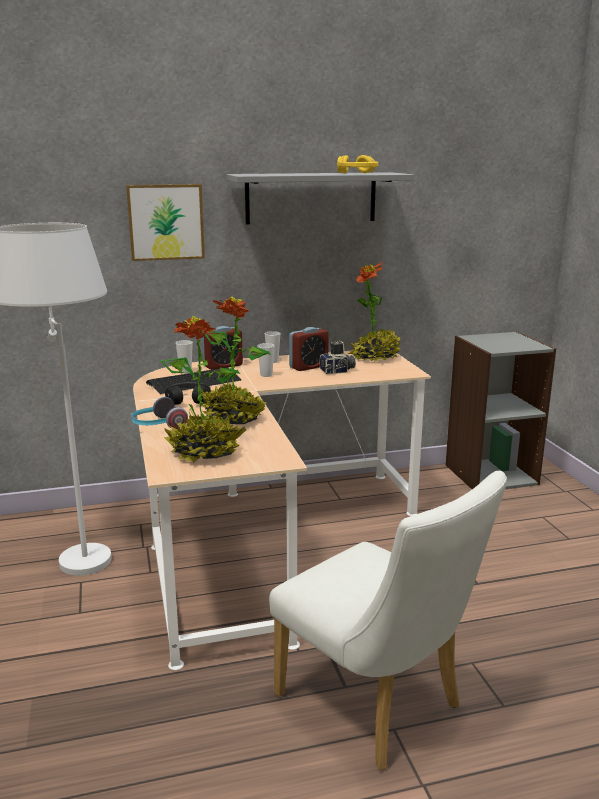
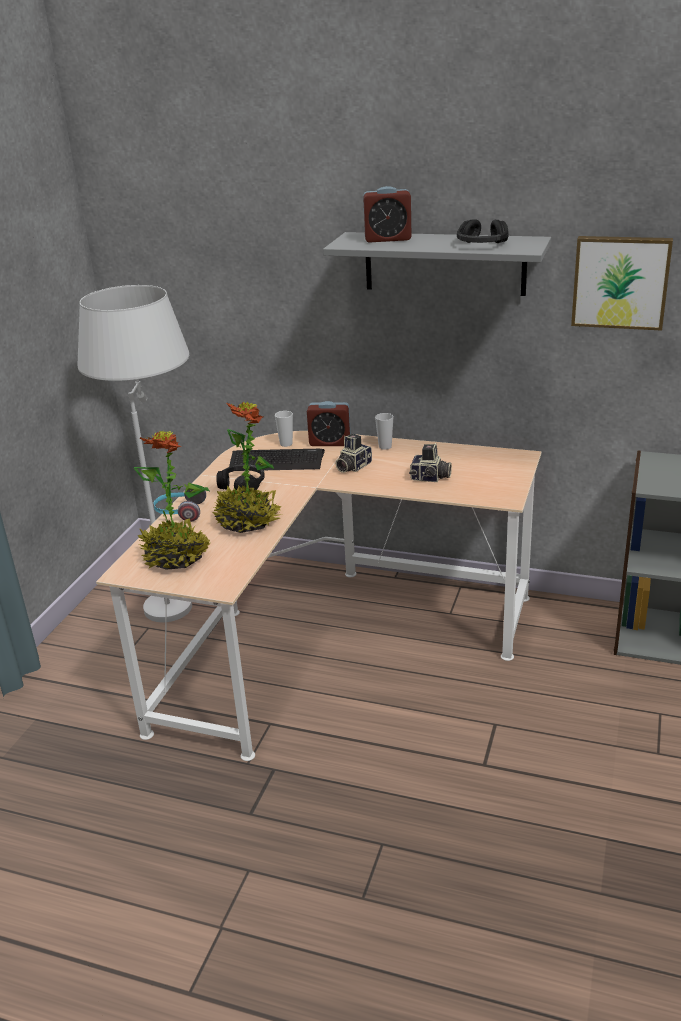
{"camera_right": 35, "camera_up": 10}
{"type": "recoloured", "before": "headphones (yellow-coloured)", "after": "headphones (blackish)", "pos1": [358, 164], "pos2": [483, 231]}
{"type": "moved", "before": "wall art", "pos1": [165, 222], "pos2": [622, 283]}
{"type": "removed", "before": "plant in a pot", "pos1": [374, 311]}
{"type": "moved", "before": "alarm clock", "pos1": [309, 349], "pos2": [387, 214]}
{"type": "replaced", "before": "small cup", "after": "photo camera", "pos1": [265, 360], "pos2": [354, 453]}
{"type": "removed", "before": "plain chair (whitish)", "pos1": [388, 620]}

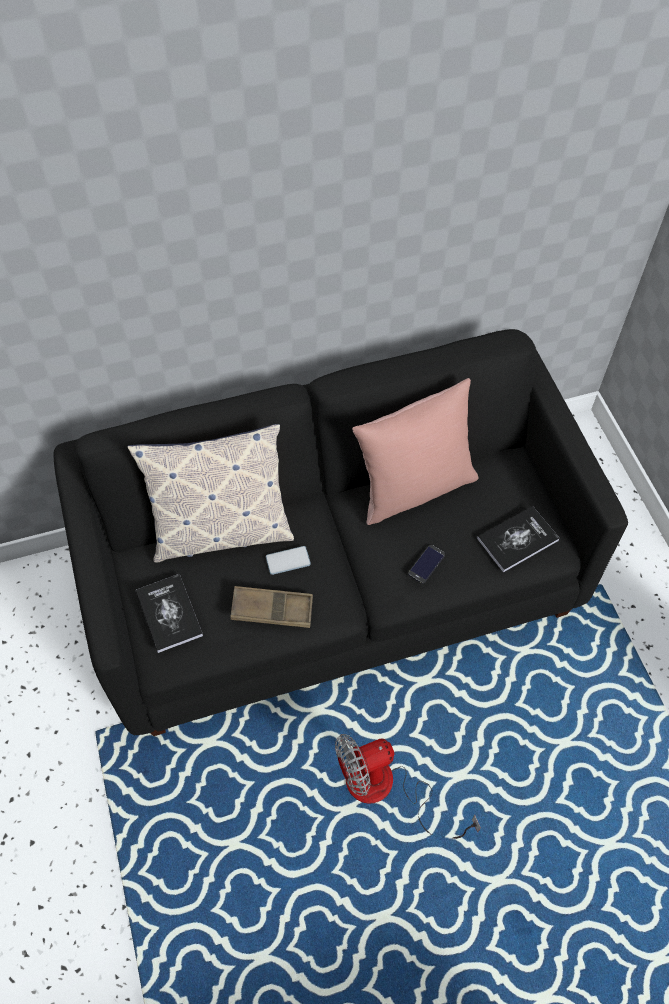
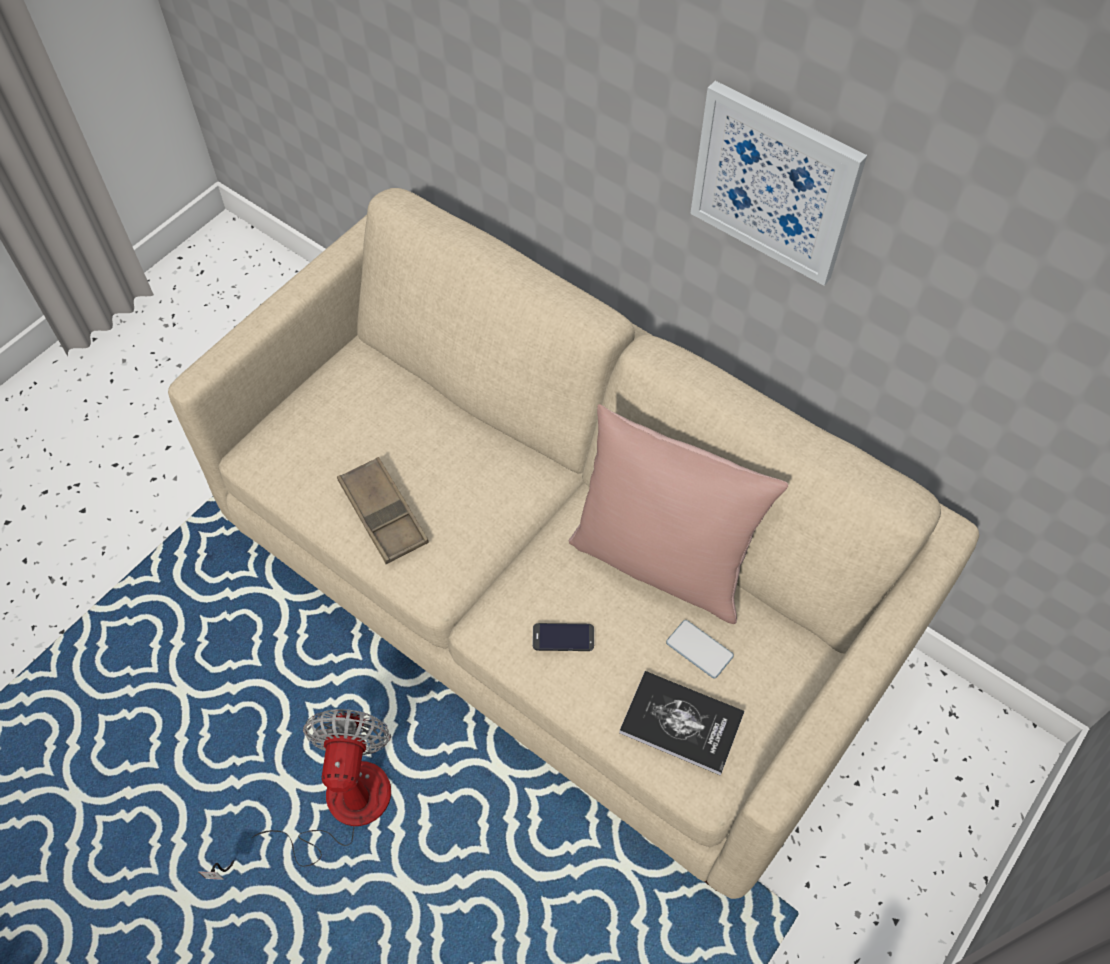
{"camera_right": 55, "camera_up": 0}
{"type": "recoloured", "before": "settee (blackish)", "after": "settee (sand-coloured)", "pos1": [340, 532], "pos2": [573, 543]}
{"type": "removed", "before": "pillow", "pos1": [210, 493]}
{"type": "moved", "before": "handset", "pos1": [288, 560], "pos2": [700, 649]}
{"type": "removed", "before": "book", "pos1": [169, 613]}
{"type": "turned", "before": "fan", "pos1": [408, 786], "pos2": [295, 794], "turn": 60}
{"type": "added", "after": "wall art", "pos2": [778, 183]}

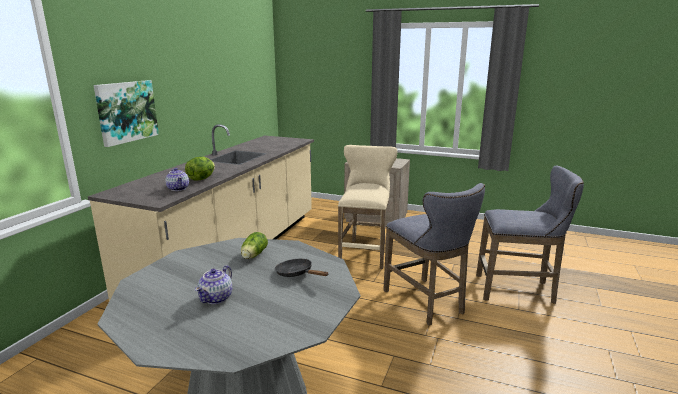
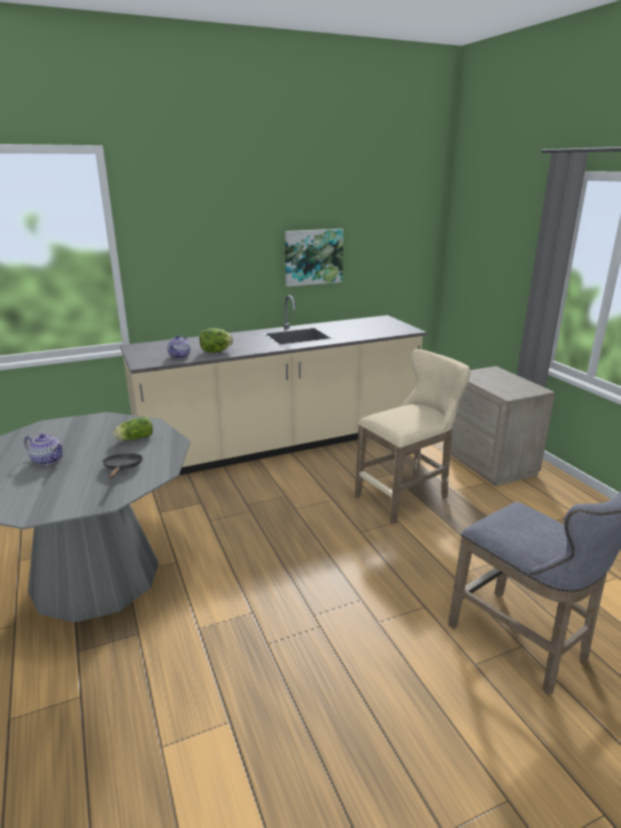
{"camera_right": 45, "camera_up": 5}
{"type": "moved", "before": "wall art", "pos1": [126, 113], "pos2": [314, 258]}
{"type": "removed", "before": "stool seat (greyish)", "pos1": [434, 254]}
{"type": "turned", "before": "pot for tea", "pos1": [214, 284], "pos2": [44, 449], "turn": -135}

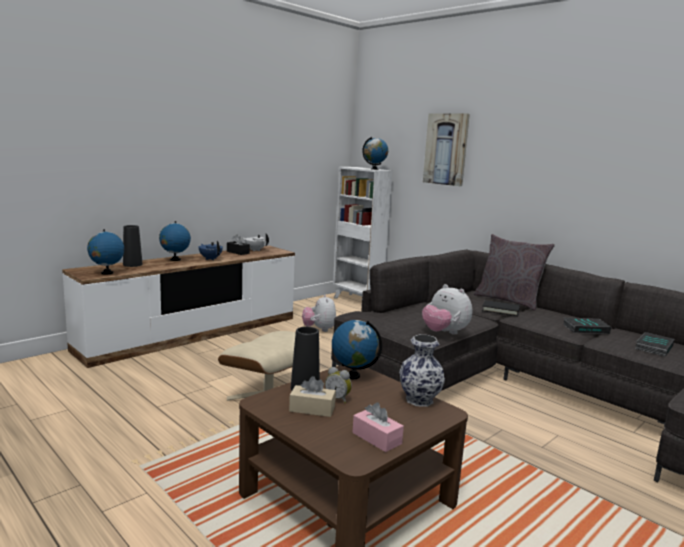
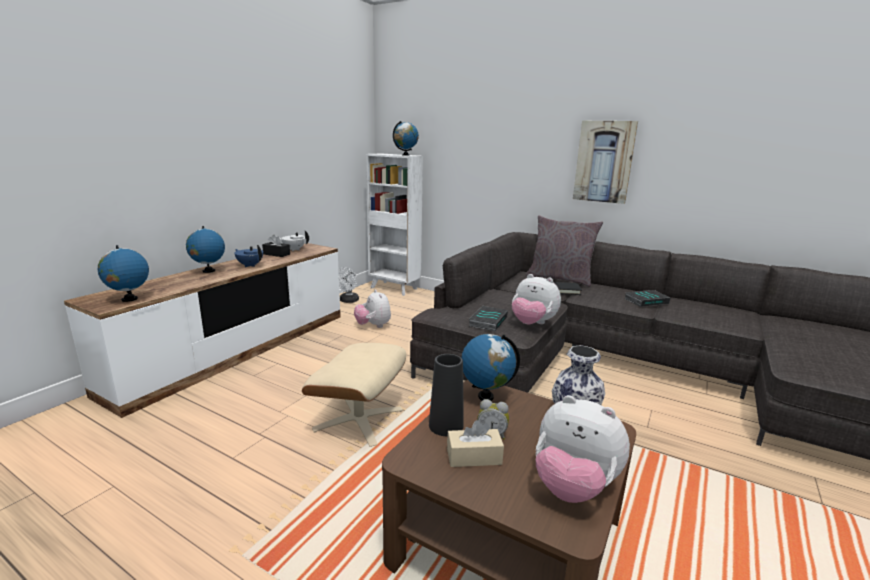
{"camera_right": -15, "camera_up": 5}
{"type": "moved", "before": "wall art", "pos1": [446, 149], "pos2": [605, 162]}
{"type": "removed", "before": "vase (blackish)", "pos1": [133, 246]}
{"type": "moved", "before": "book", "pos1": [655, 344], "pos2": [488, 318]}
{"type": "replaced", "before": "tissue holder (pink)", "after": "plush toy", "pos1": [378, 427], "pos2": [583, 449]}
{"type": "added", "after": "fan (whitish)", "pos2": [348, 285]}

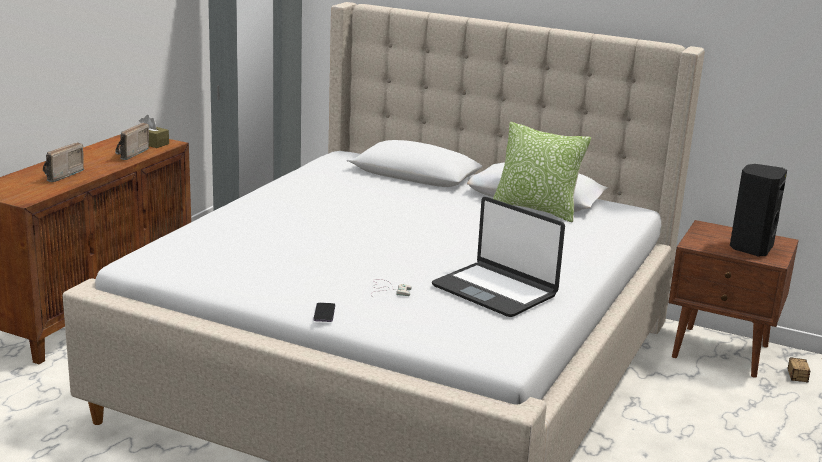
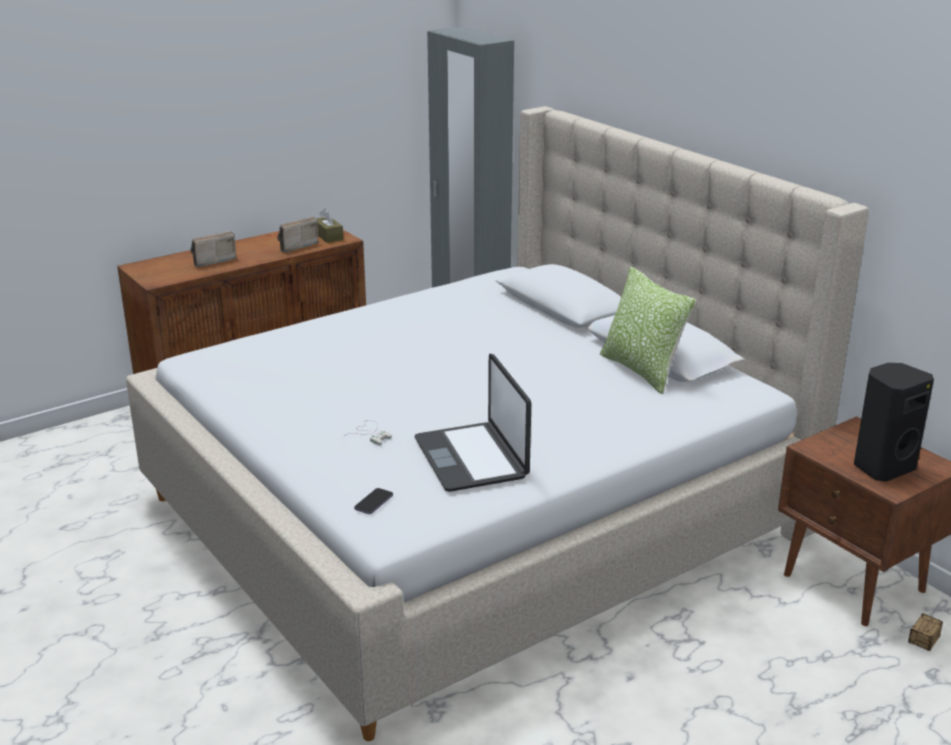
{"camera_right": 30, "camera_up": 5}
{"type": "moved", "before": "handset", "pos1": [324, 312], "pos2": [373, 501]}

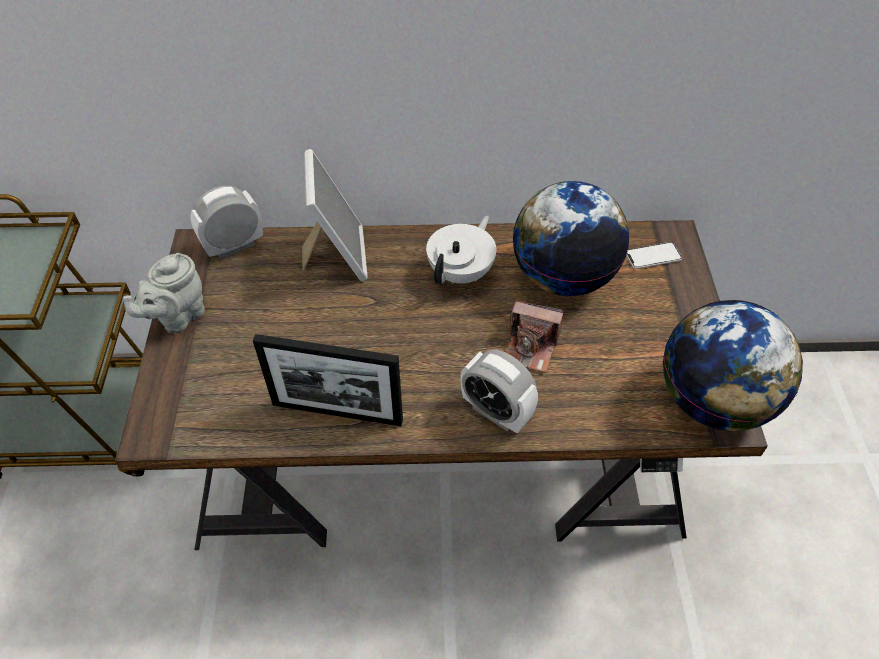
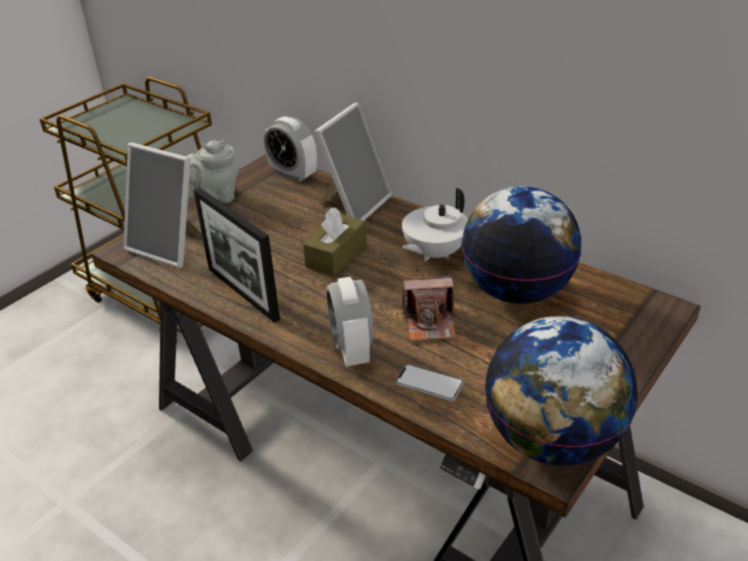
{"camera_right": 40, "camera_up": -15}
{"type": "turned", "before": "alarm clock", "pos1": [226, 222], "pos2": [290, 149], "turn": -150}
{"type": "turned", "before": "pot for tea (whitish)", "pos1": [461, 251], "pos2": [435, 224], "turn": 150}
{"type": "moved", "before": "handset", "pos1": [654, 255], "pos2": [429, 382]}
{"type": "turned", "before": "photo camera", "pos1": [534, 337], "pos2": [429, 308], "turn": -60}
{"type": "added", "after": "picture frame", "pos2": [162, 205]}
{"type": "added", "after": "tissue holder (brown-coloured)", "pos2": [335, 241]}

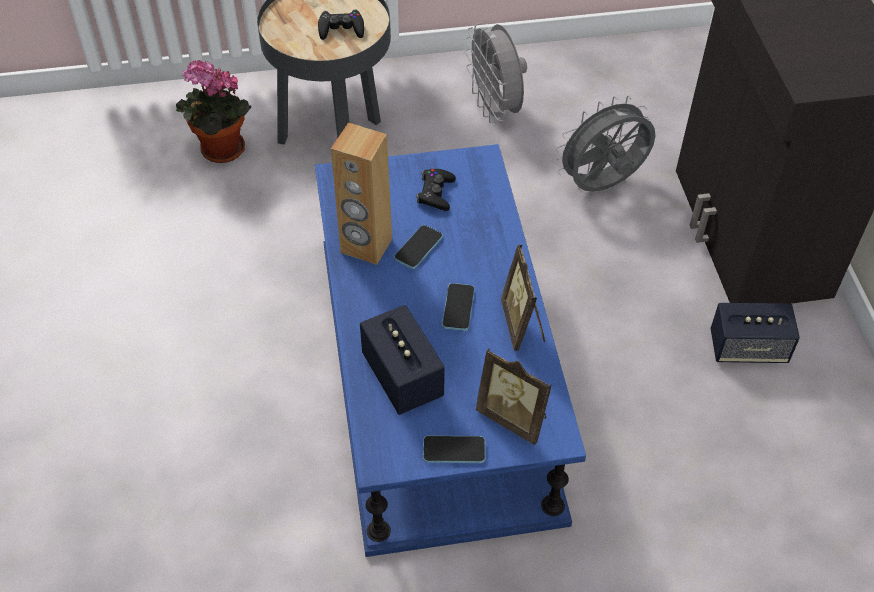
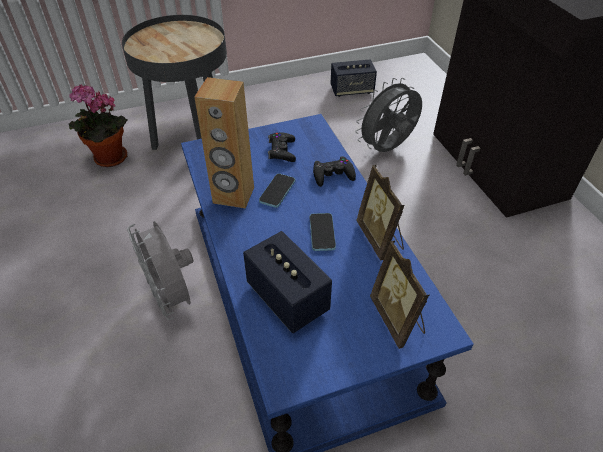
{"camera_right": -10, "camera_up": -5}
{"type": "moved", "before": "joypad (blackish)", "pos1": [341, 25], "pos2": [334, 171]}
{"type": "moved", "before": "fan (greyish)", "pos1": [495, 73], "pos2": [160, 270]}
{"type": "moved", "before": "loudspeaker", "pos1": [755, 333], "pos2": [353, 78]}
{"type": "turned", "before": "picture frame", "pos1": [514, 396], "pos2": [399, 294], "turn": 45}
{"type": "removed", "before": "handset", "pos1": [454, 449]}

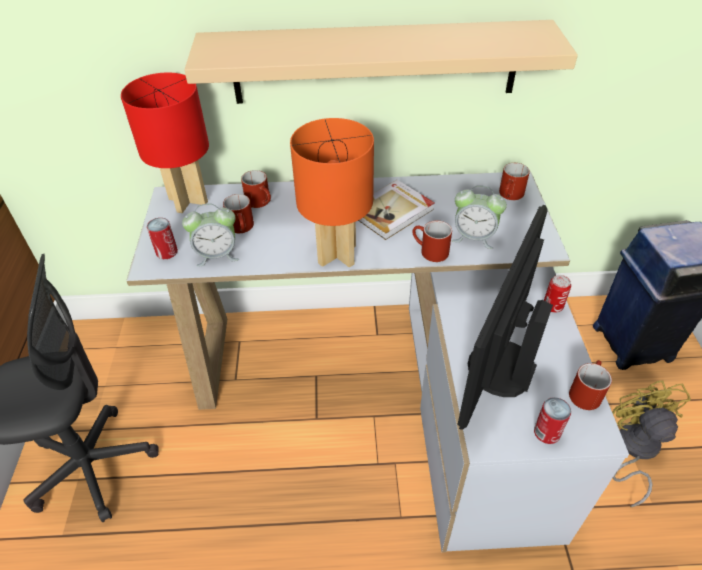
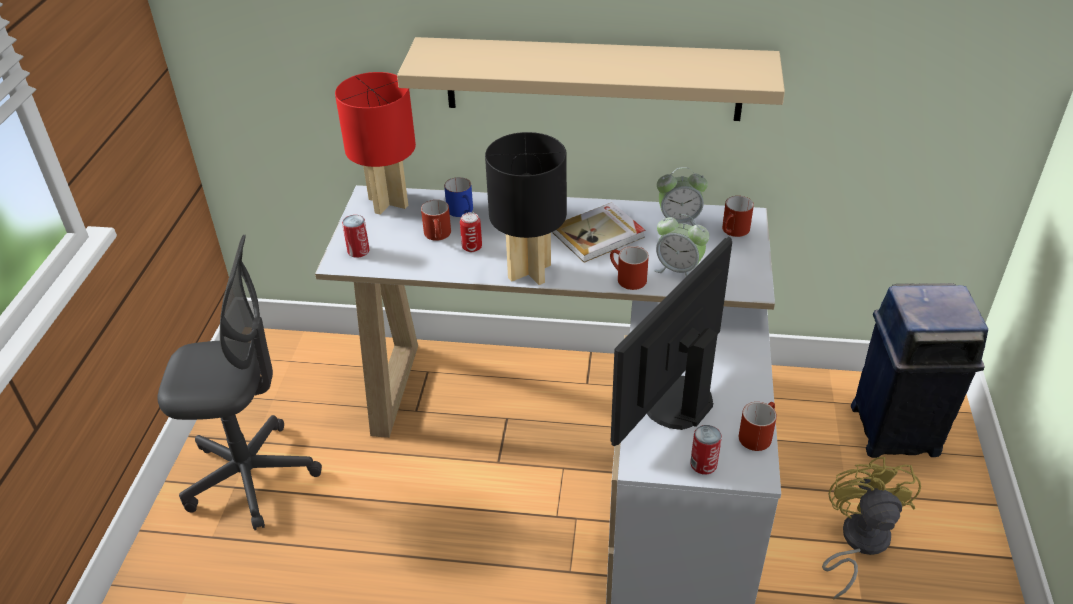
{"camera_right": 10, "camera_up": -5}
{"type": "recoloured", "before": "table lamp (orange)", "after": "table lamp (blackish)", "pos1": [332, 193], "pos2": [526, 208]}
{"type": "recoloured", "before": "tea mug (red)", "after": "tea mug (bluish)", "pos1": [256, 189], "pos2": [458, 197]}
{"type": "moved", "before": "alarm clock", "pos1": [210, 235], "pos2": [682, 196]}
{"type": "moved", "before": "metal can", "pos1": [557, 294], "pos2": [471, 232]}

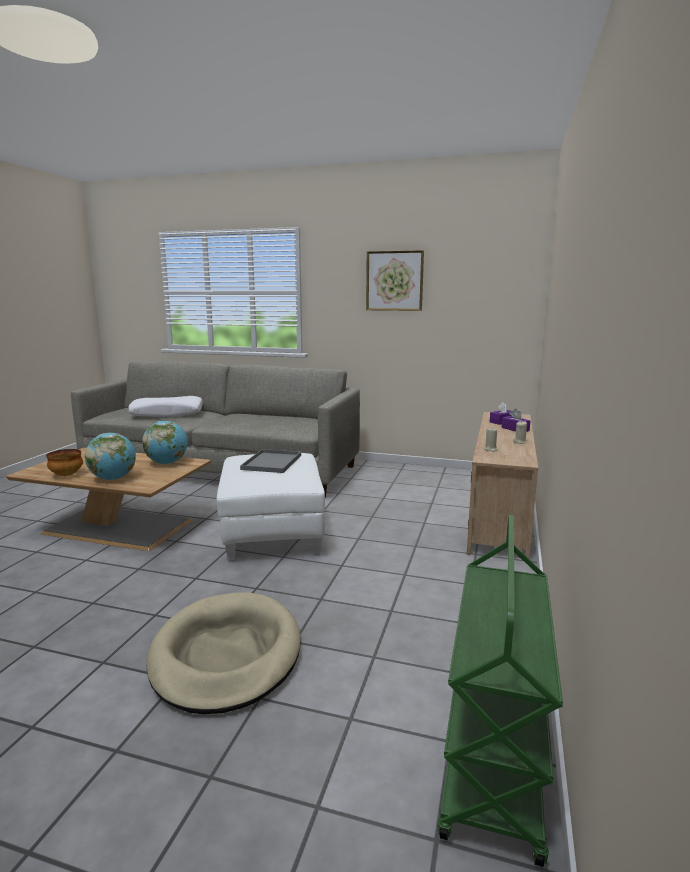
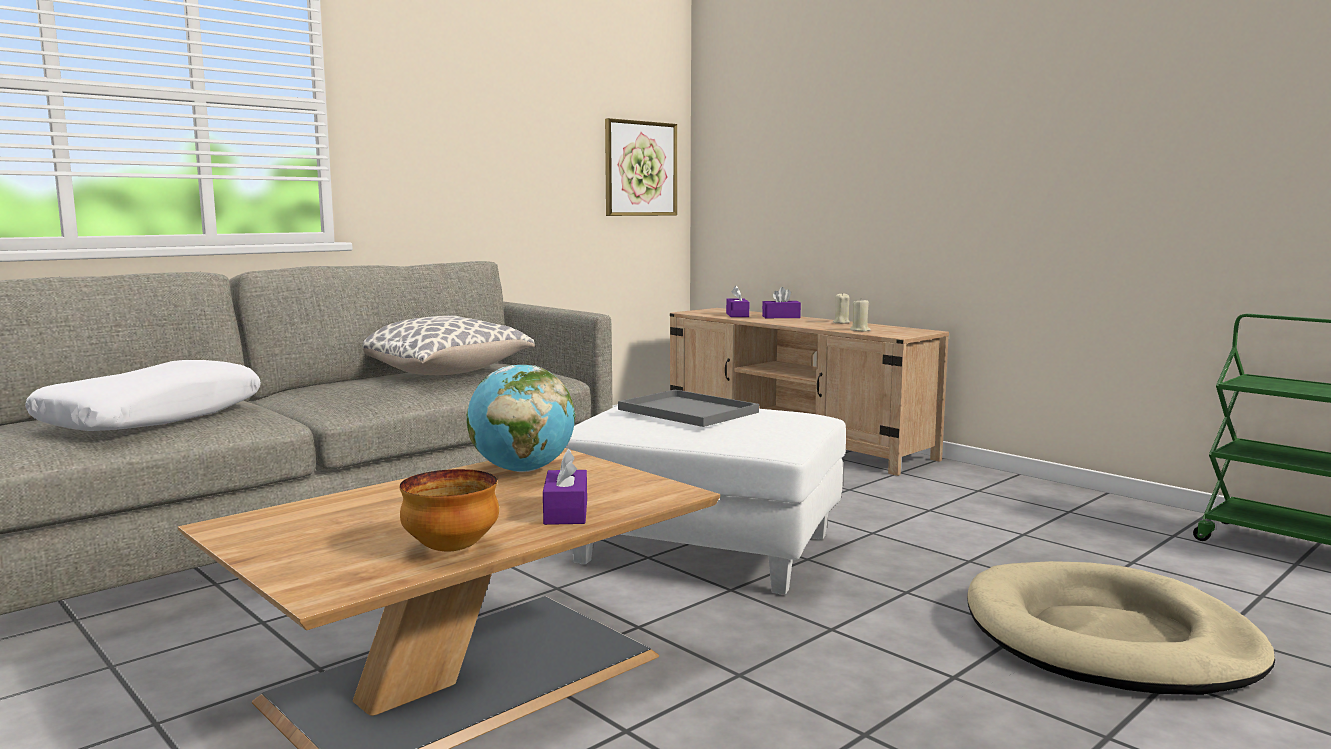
{"camera_right": -60, "camera_up": -5}
{"type": "moved", "before": "wall art", "pos1": [395, 280], "pos2": [641, 167]}
{"type": "replaced", "before": "desk globe", "after": "tissue holder (purple-coloured)", "pos1": [110, 456], "pos2": [565, 487]}
{"type": "added", "after": "pillow", "pos2": [448, 345]}

